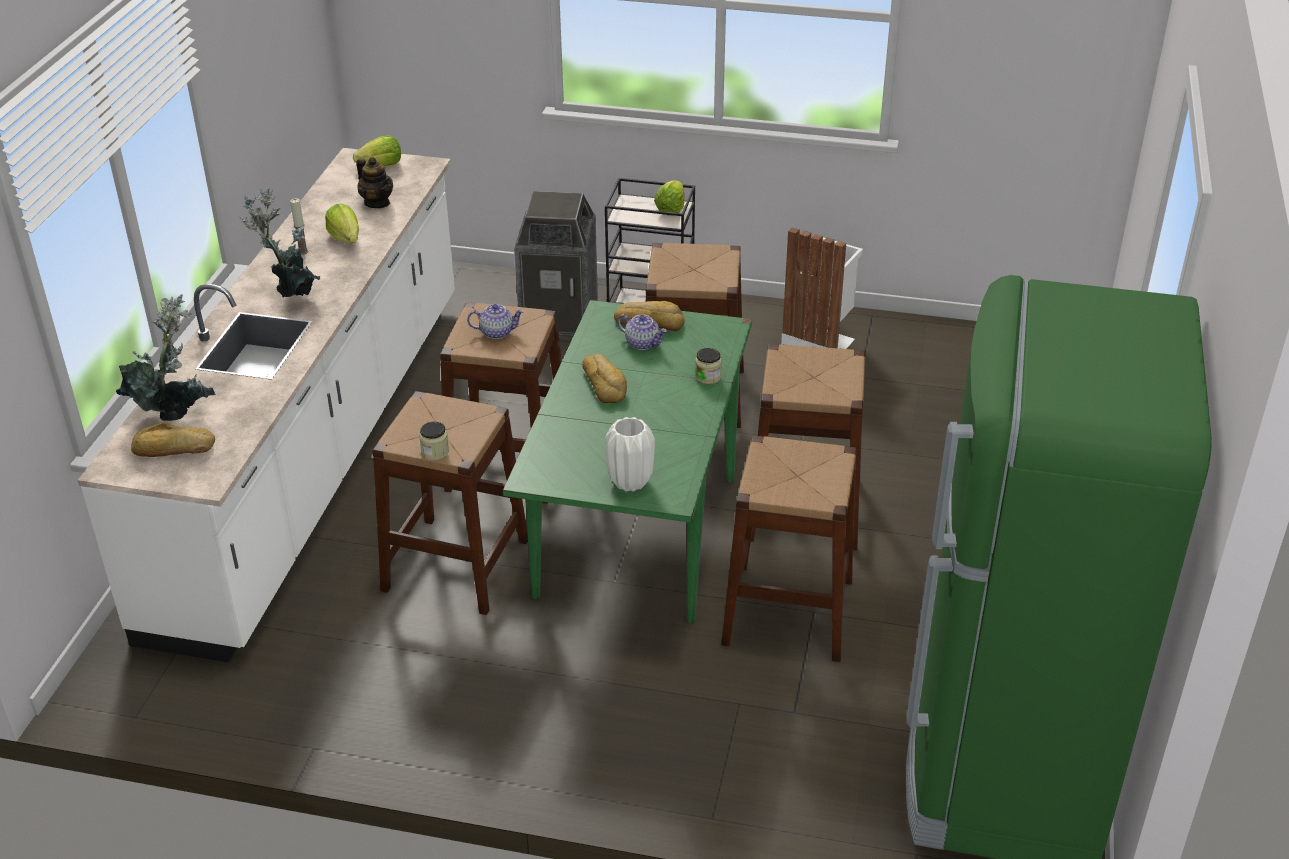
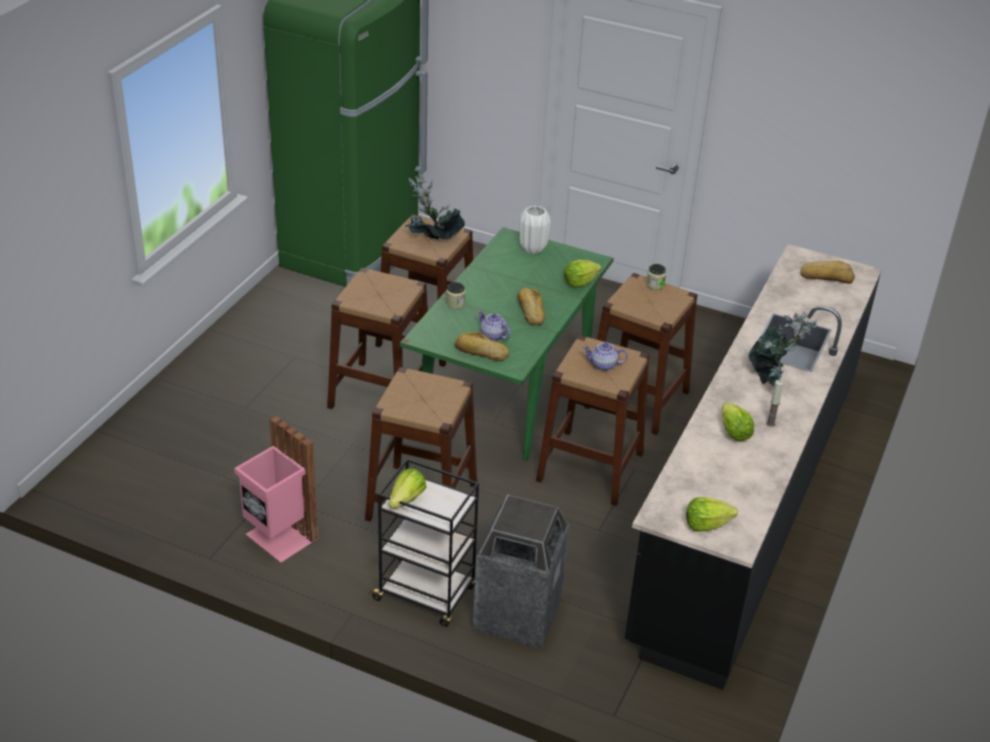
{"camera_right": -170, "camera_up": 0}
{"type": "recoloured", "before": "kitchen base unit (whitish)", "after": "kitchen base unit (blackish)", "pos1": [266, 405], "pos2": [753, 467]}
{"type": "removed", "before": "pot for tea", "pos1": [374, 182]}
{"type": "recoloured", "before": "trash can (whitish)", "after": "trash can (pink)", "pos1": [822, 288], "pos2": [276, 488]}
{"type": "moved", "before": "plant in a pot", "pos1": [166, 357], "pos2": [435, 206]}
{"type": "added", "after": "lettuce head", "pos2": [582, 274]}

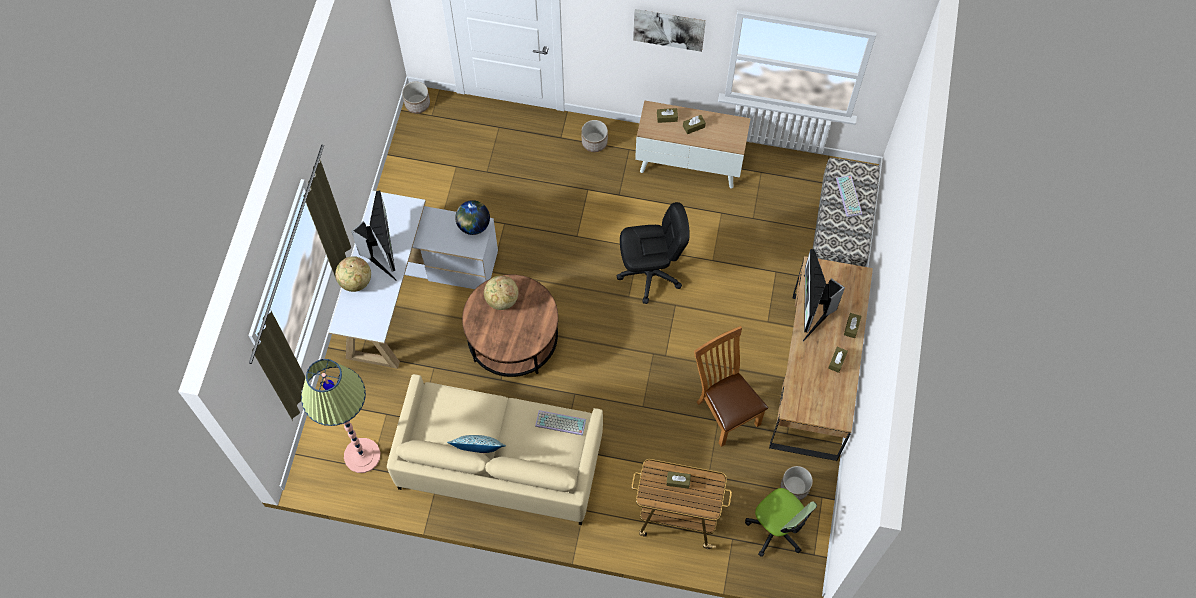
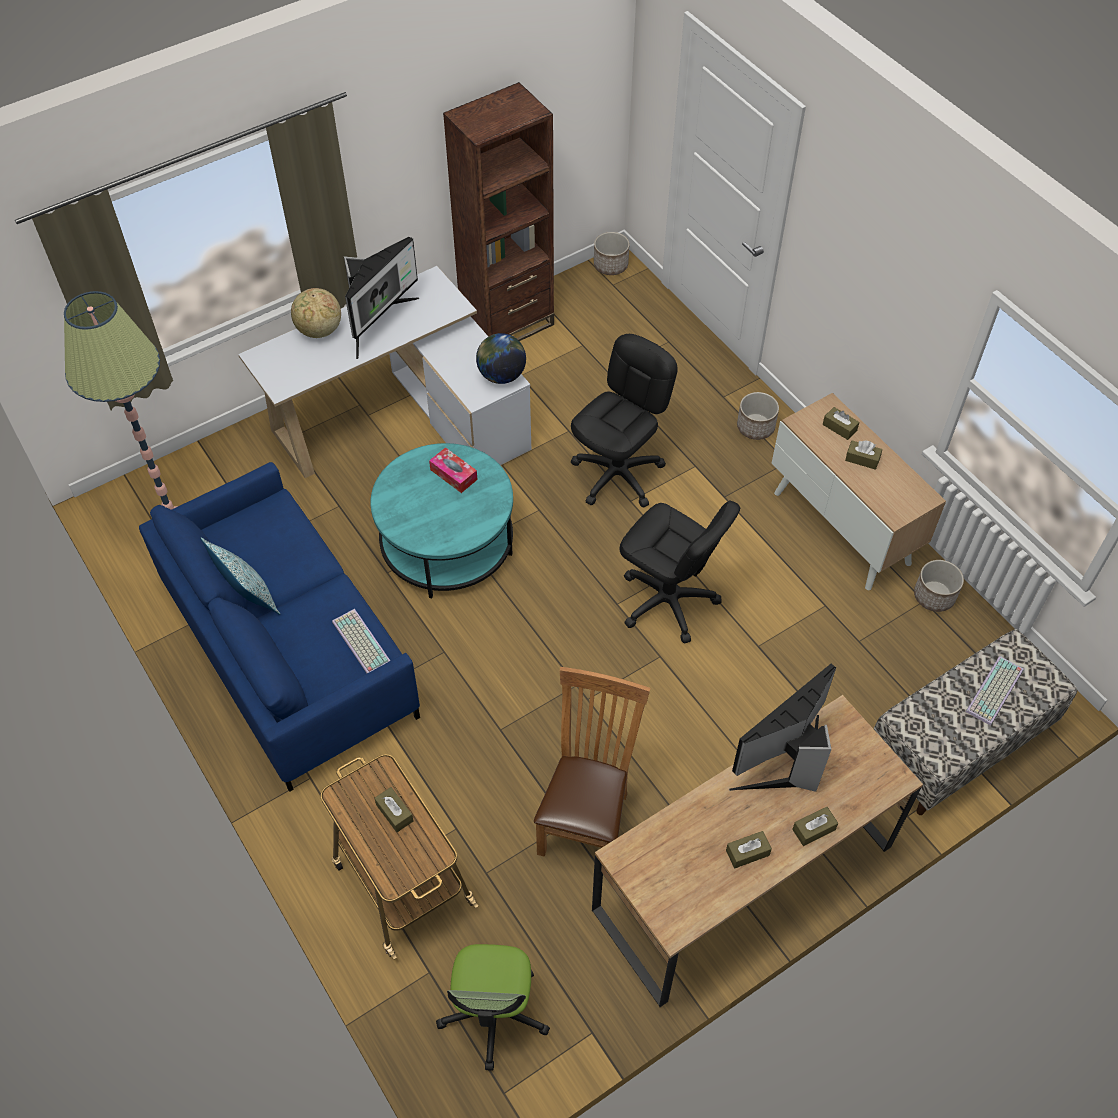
{"camera_right": 45, "camera_up": -10}
{"type": "removed", "before": "wall art", "pos1": [669, 30]}
{"type": "recoloured", "before": "lounge table (brown-coloured)", "after": "lounge table (turquoise-coloured)", "pos1": [510, 325], "pos2": [442, 520]}
{"type": "replaced", "before": "desk globe", "after": "tissue holder", "pos1": [501, 293], "pos2": [453, 470]}
{"type": "recoloured", "before": "settee (sand-coloured)", "after": "settee (bluish)", "pos1": [495, 449], "pos2": [279, 627]}
{"type": "moved", "before": "plant pot", "pos1": [797, 483], "pos2": [939, 586]}
{"type": "added", "after": "bookcase (brown-coloured)", "pos2": [498, 211]}
{"type": "added", "after": "office chair (blackish)", "pos2": [624, 421]}

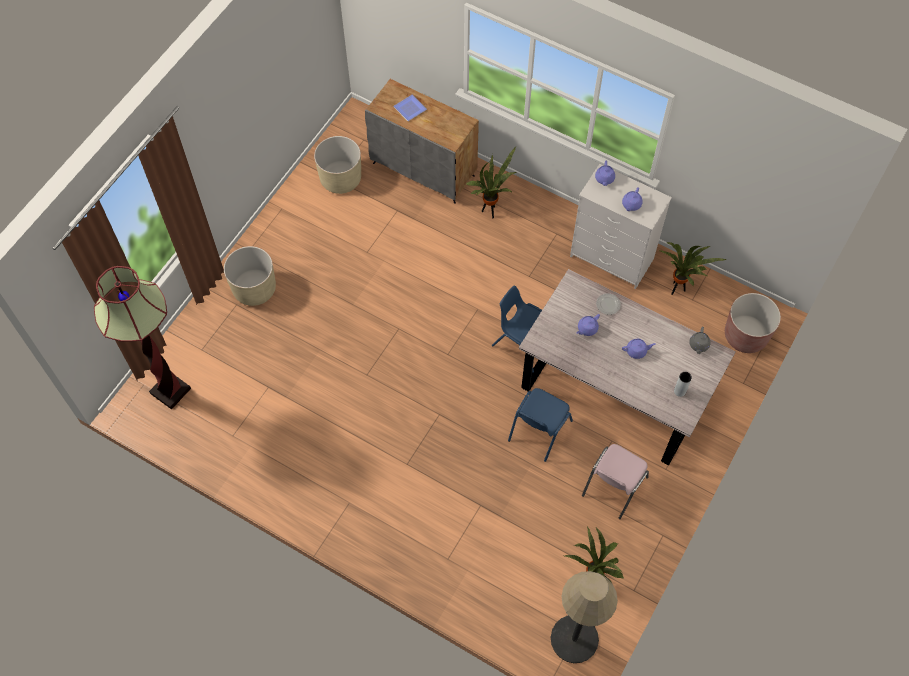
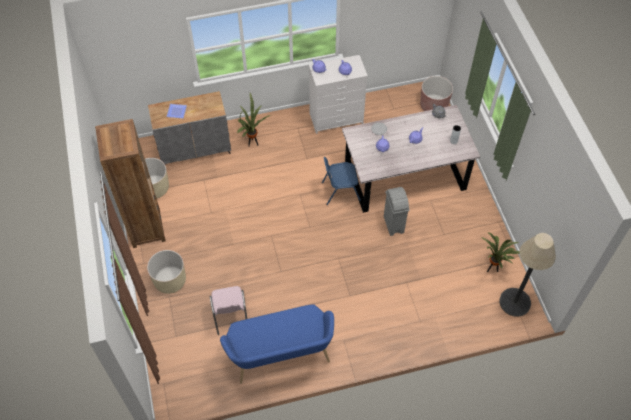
{"camera_right": -45, "camera_up": -5}
{"type": "removed", "before": "plant in a pot", "pos1": [692, 268]}
{"type": "removed", "before": "standard lamp", "pos1": [142, 338]}
{"type": "replaced", "before": "plain chair (bluish)", "after": "trash can (greyish)", "pos1": [540, 425], "pos2": [397, 211]}
{"type": "moved", "before": "plain chair (pink)", "pos1": [615, 481], "pos2": [228, 310]}
{"type": "added", "after": "bookcase (brown-coloured)", "pos2": [130, 183]}
{"type": "added", "after": "long seat (bluish)", "pos2": [277, 344]}

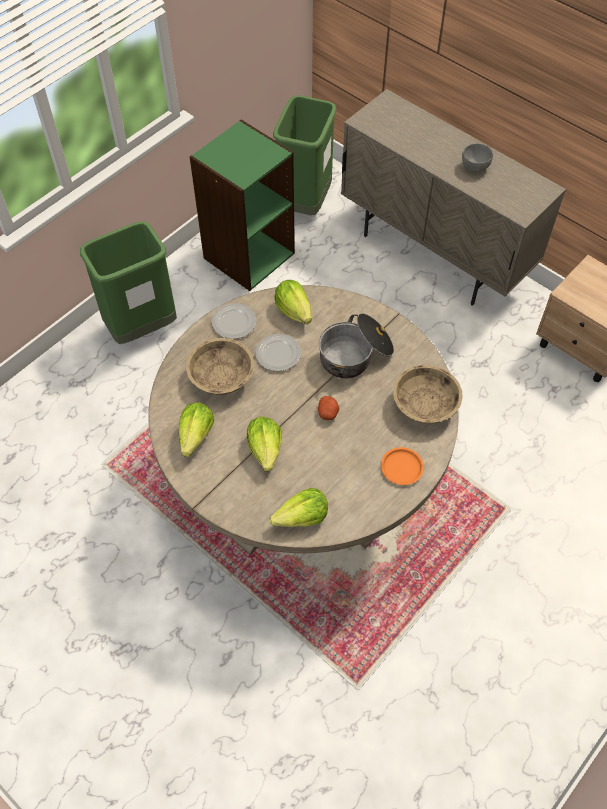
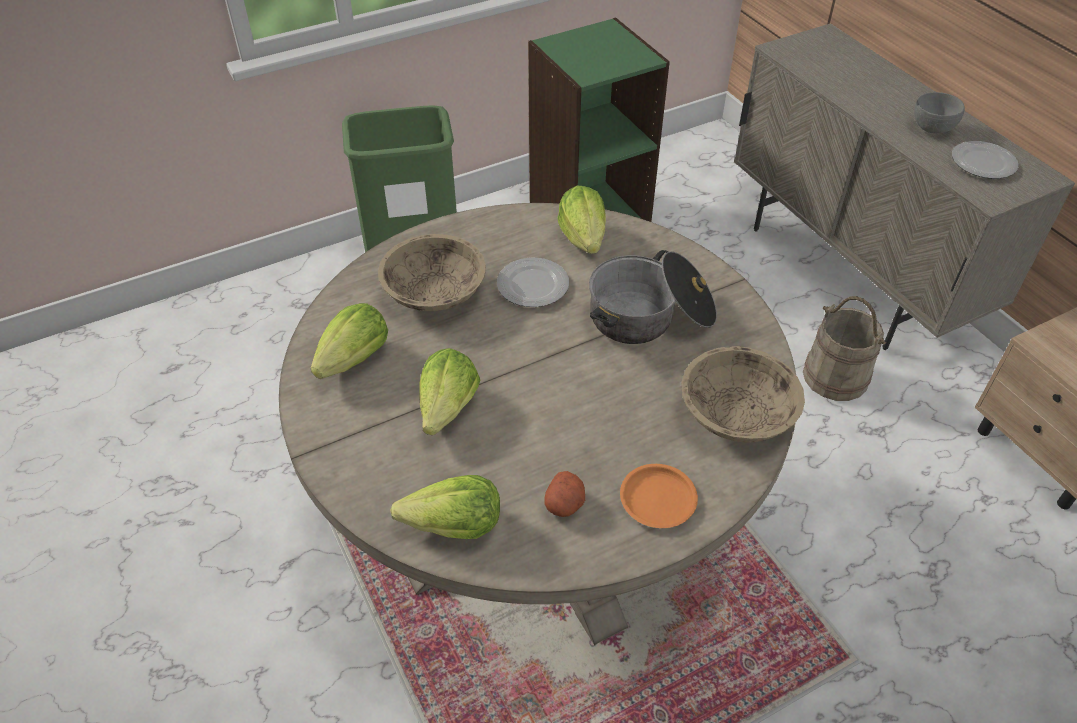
{"camera_right": 20, "camera_up": -10}
{"type": "removed", "before": "trash can (green-coloured)", "pos1": [304, 155]}
{"type": "moved", "before": "dinner plate", "pos1": [234, 321], "pos2": [985, 160]}
{"type": "moved", "before": "spud", "pos1": [328, 408], "pos2": [564, 494]}
{"type": "added", "after": "pail (sand-coloured)", "pos2": [845, 348]}

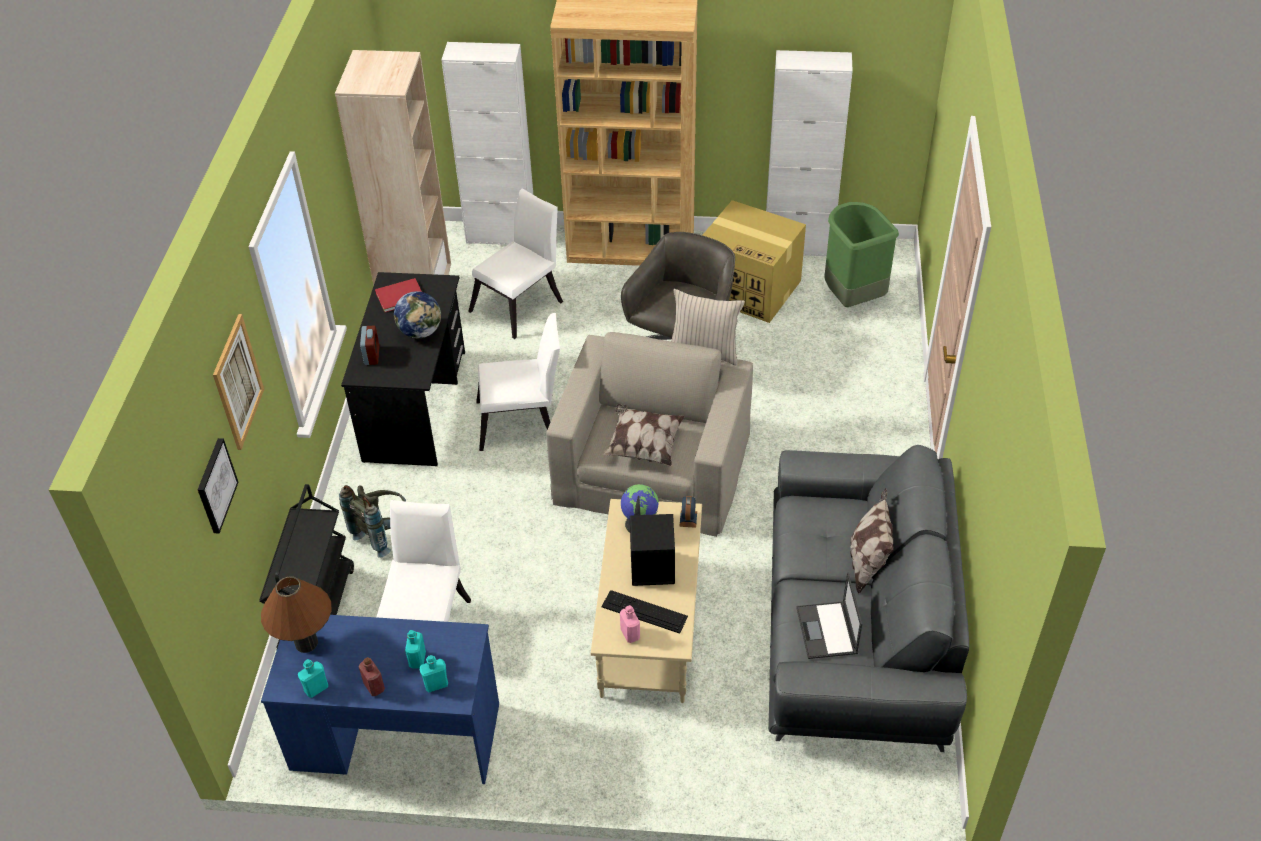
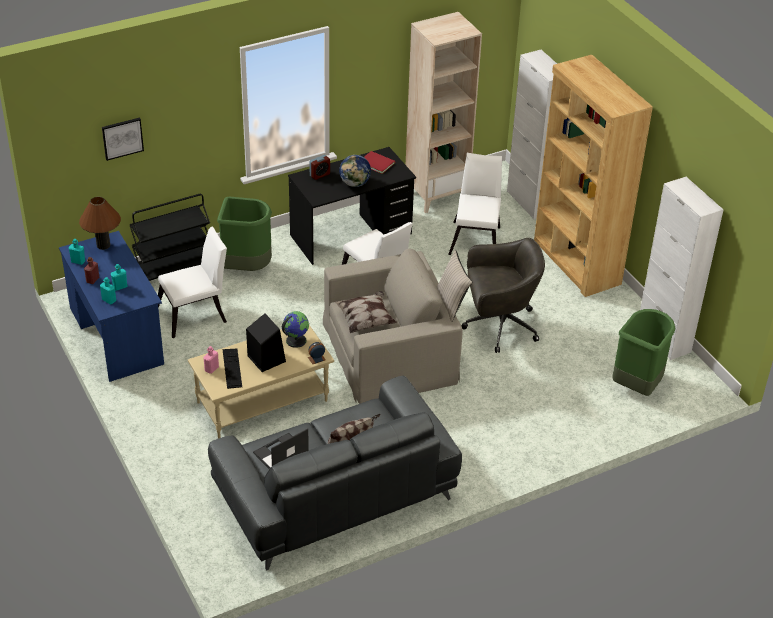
{"camera_right": 55, "camera_up": -5}
{"type": "turned", "before": "plain chair (whitish)", "pos1": [515, 263], "pos2": [475, 204], "turn": -90}
{"type": "removed", "before": "packing box", "pos1": [754, 261]}
{"type": "removed", "before": "wall art", "pos1": [238, 382]}
{"type": "replaced", "before": "backpack (greyish)", "after": "trash can (green-coloured)", "pos1": [372, 521], "pos2": [244, 233]}

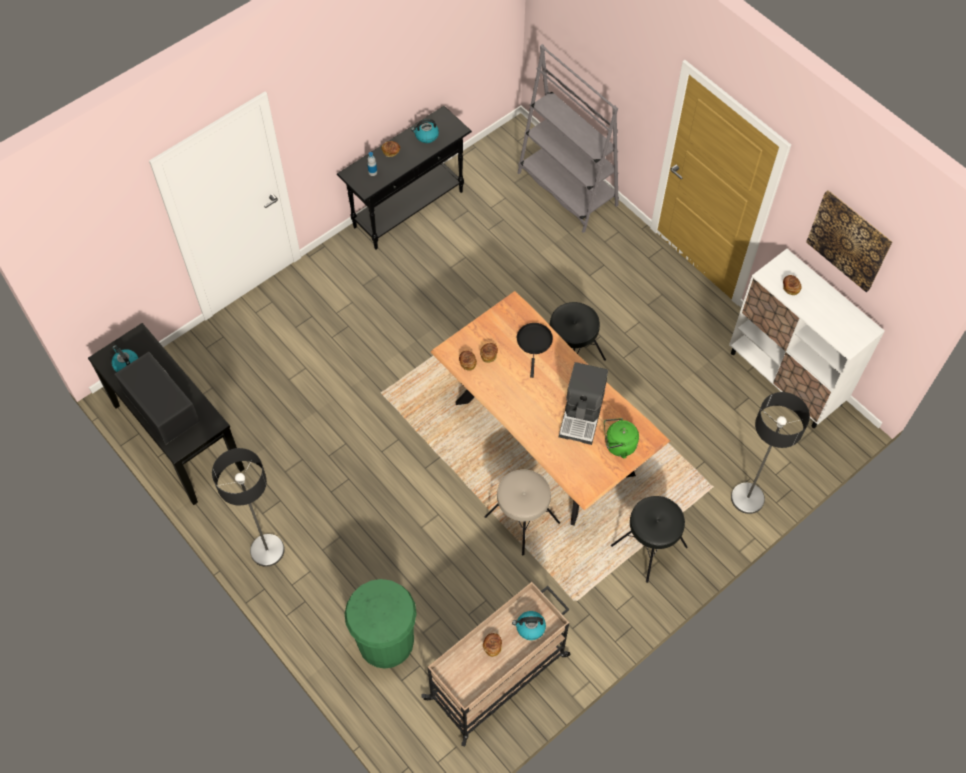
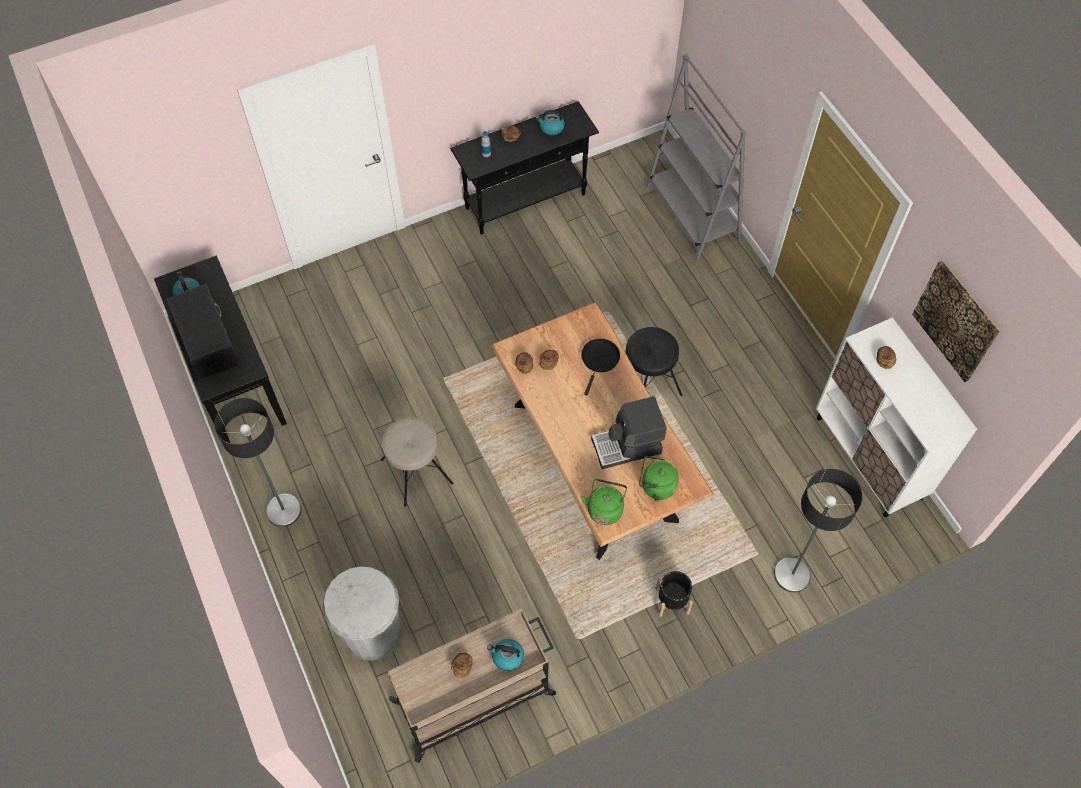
{"camera_right": 15, "camera_up": 0}
{"type": "turned", "before": "coffee machine", "pos1": [583, 403], "pos2": [629, 432], "turn": 45}
{"type": "moved", "before": "stool seat (sand-coloured)", "pos1": [522, 512], "pos2": [417, 462]}
{"type": "replaced", "before": "stool seat (blackish)", "after": "plant pot (blackish)", "pos1": [649, 539], "pos2": [674, 594]}
{"type": "recoloured", "before": "trash can (green-coloured)", "after": "trash can (whitish)", "pos1": [381, 624], "pos2": [362, 614]}
{"type": "added", "after": "water kettle (green-coloured)", "pos2": [604, 502]}

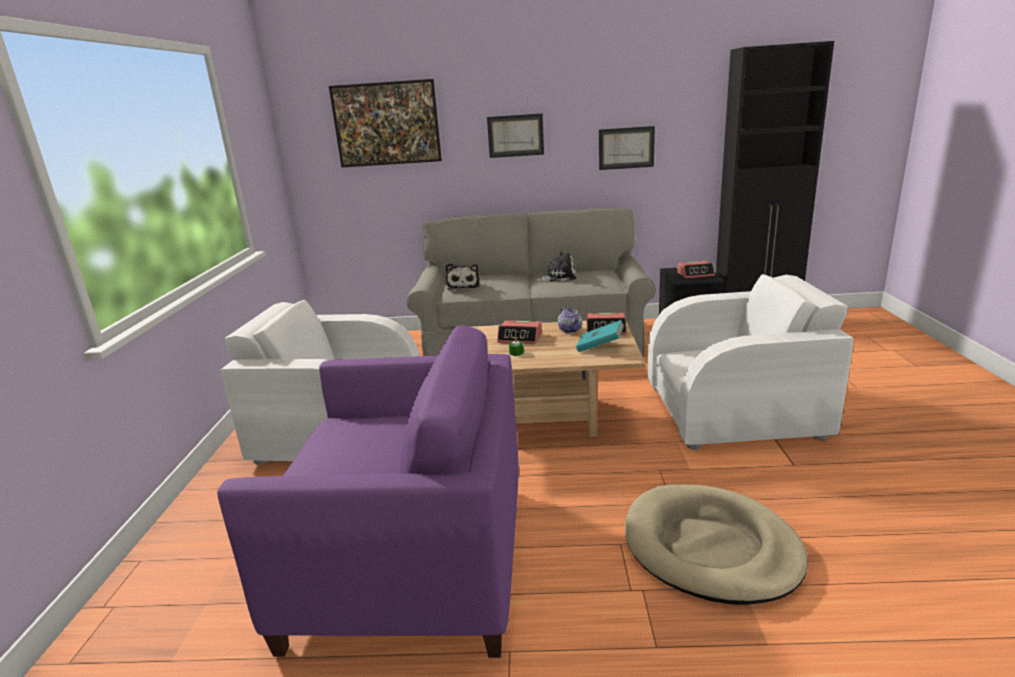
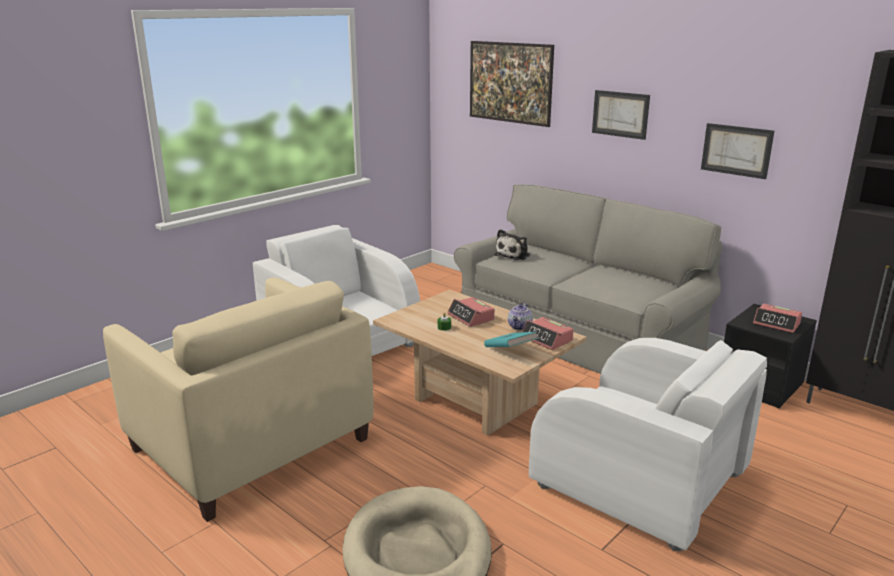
{"camera_right": 40, "camera_up": 0}
{"type": "removed", "before": "plush toy", "pos1": [556, 267]}
{"type": "recoloured", "before": "lounge chair (purple-coloured)", "after": "lounge chair (sand-coloured)", "pos1": [368, 492], "pos2": [238, 399]}

